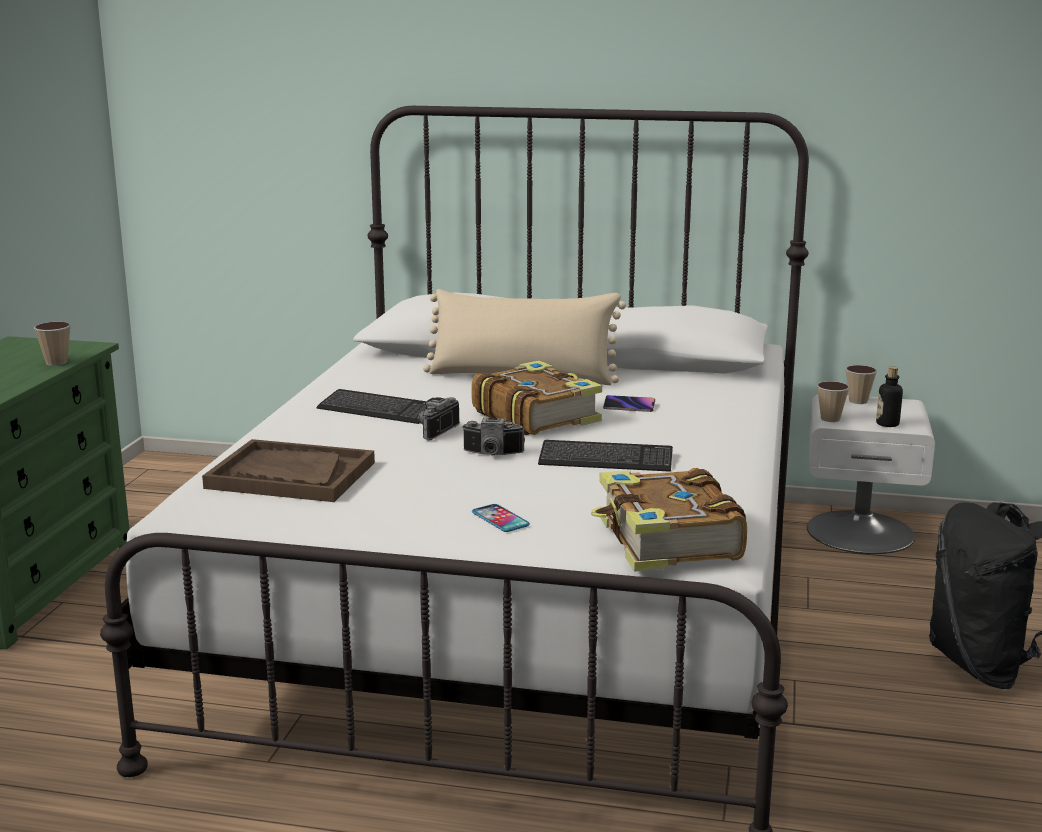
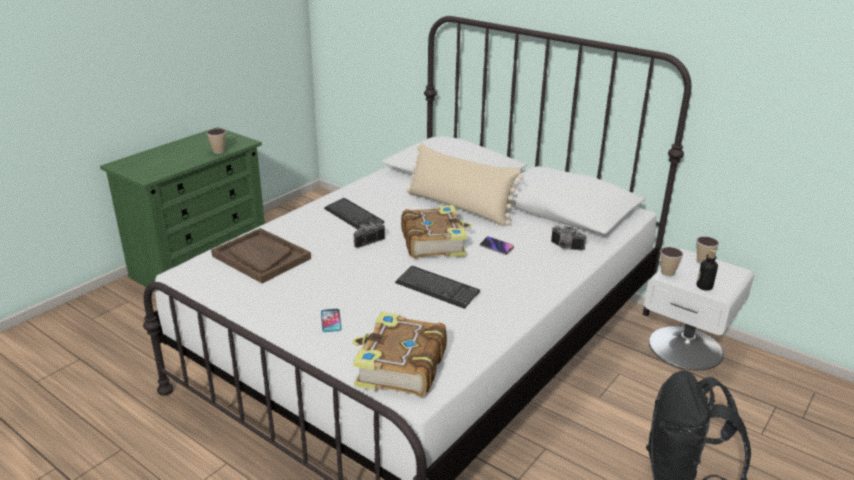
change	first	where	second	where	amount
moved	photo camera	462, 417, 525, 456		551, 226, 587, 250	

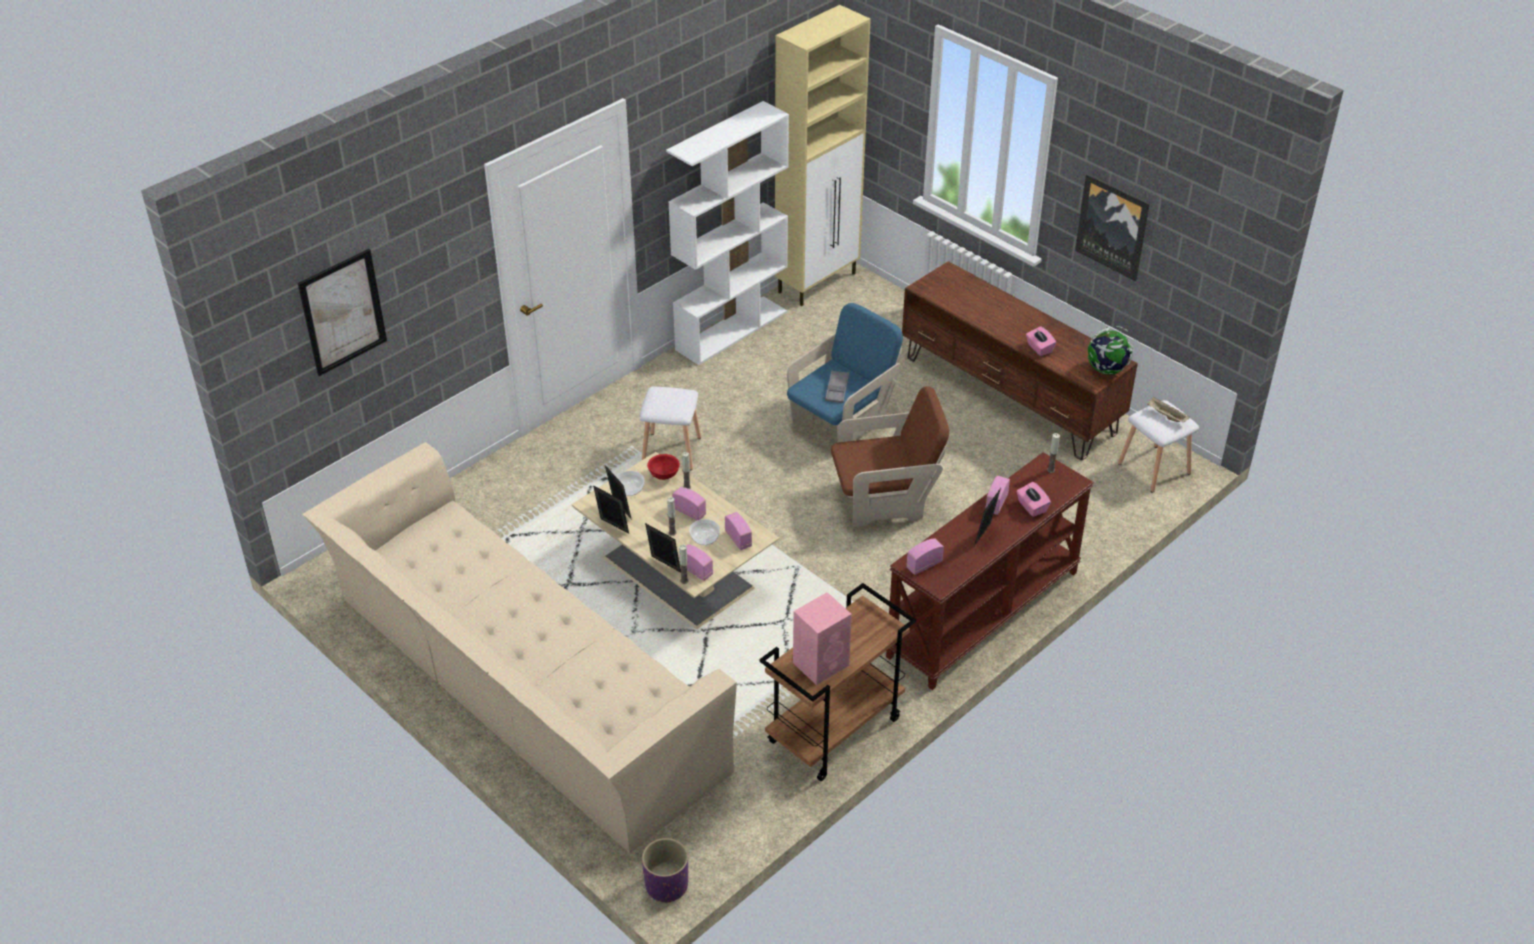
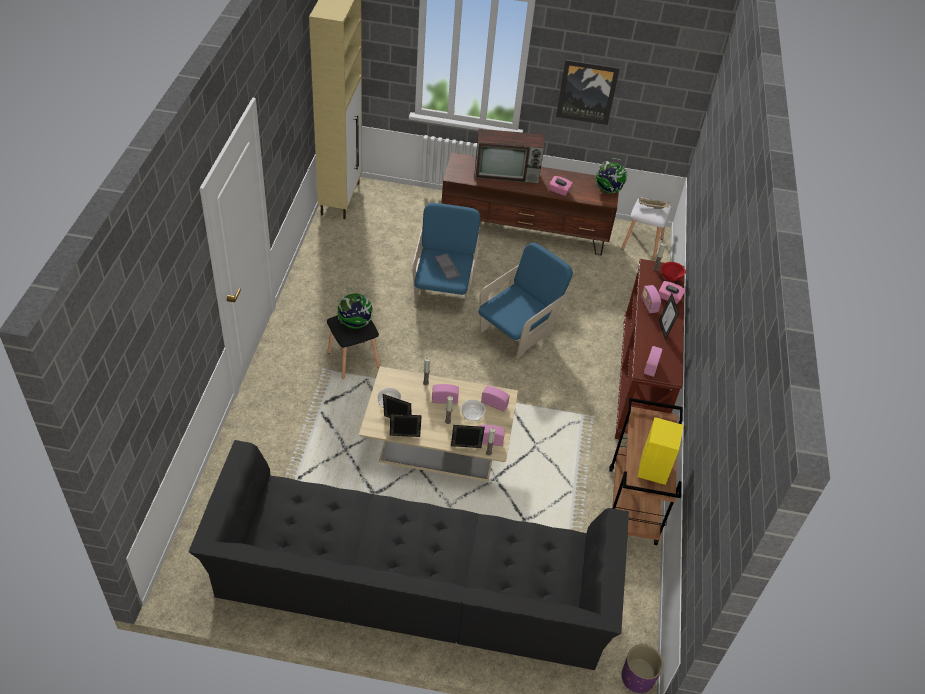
change	first	where	second	where	amount
recoloured	beige sofa	302, 442, 737, 853	black sofa	189, 440, 629, 670	
recoloured	white stool	640, 386, 701, 470	black stool	327, 315, 380, 379	
added			globe	337, 288, 374, 329	
added			television	474, 129, 544, 183	
recoloured	brown armchair	831, 386, 949, 527	blue armchair	478, 243, 573, 359	
recoloured	pink speaker	793, 592, 852, 685	yellow speaker	637, 417, 684, 485	
moved	red bowl	647, 454, 680, 480		661, 262, 686, 281	
removed	picture	298, 249, 387, 376			
removed	white bookcase	666, 101, 789, 365			

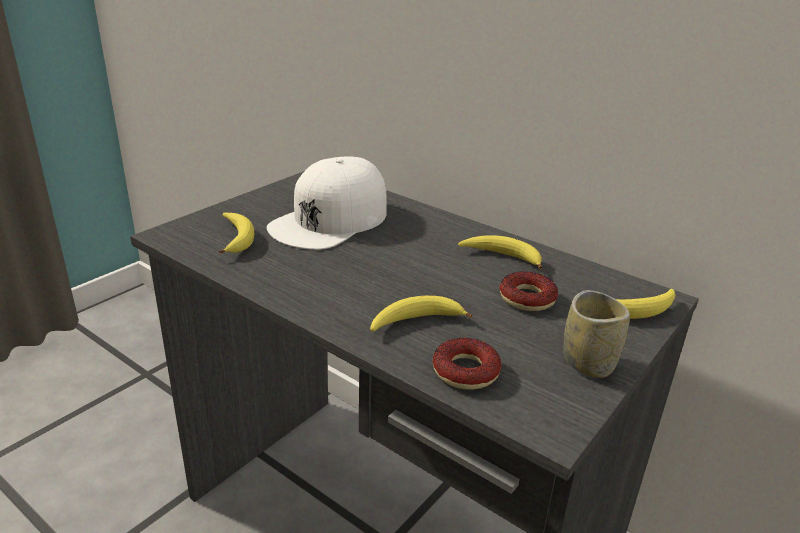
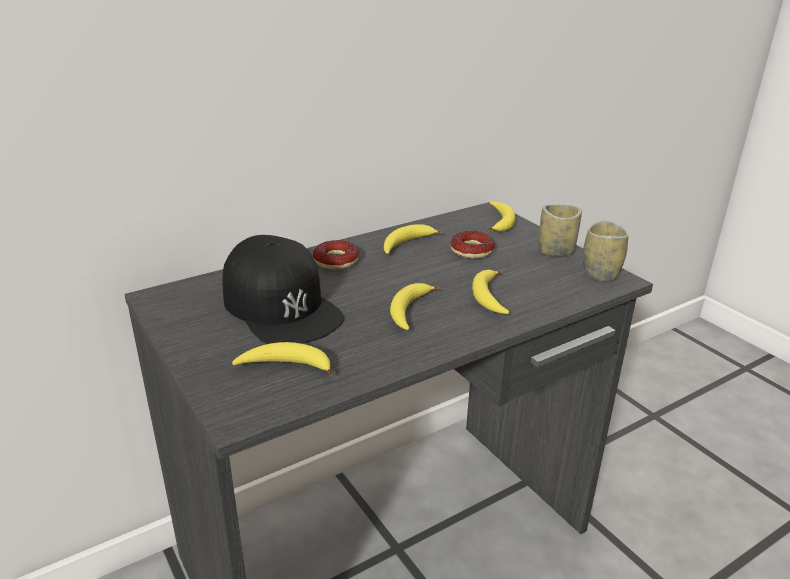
change	first	where	second	where	amount
recoloured	white cap	267, 156, 387, 250	black cap	222, 235, 344, 344	
moved	donut	433, 338, 501, 390		313, 240, 359, 270	
added			banana	390, 283, 439, 330	
added			cup	583, 221, 628, 282	

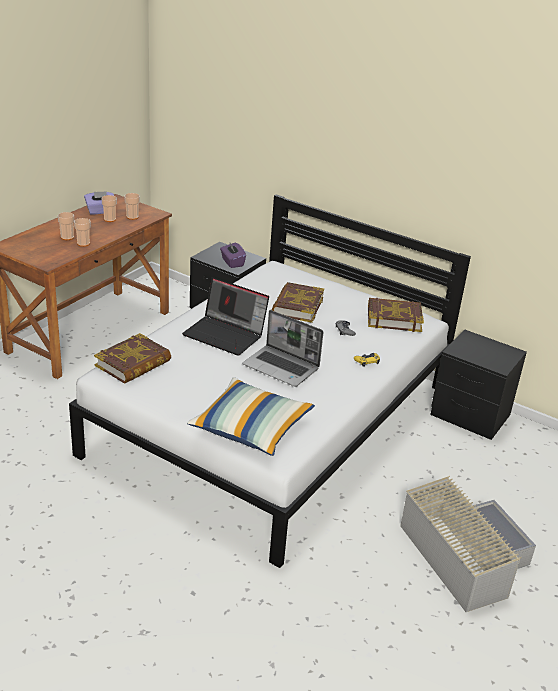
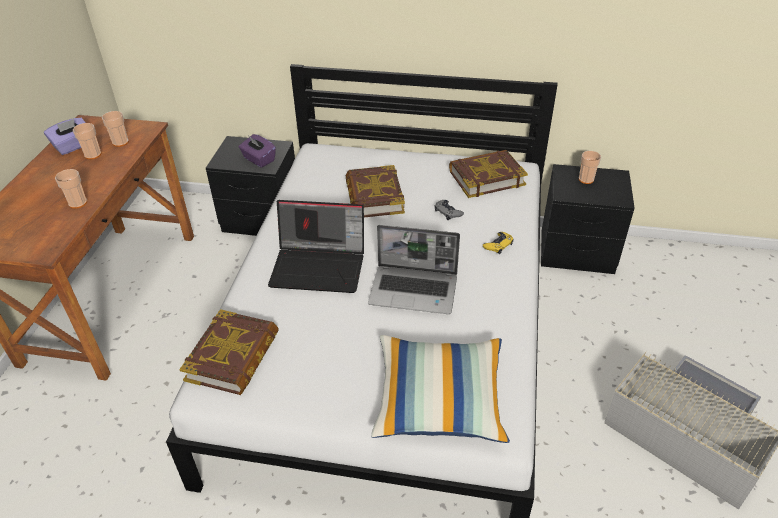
change	first	where	second	where	amount
moved	cup	58, 212, 74, 240		579, 151, 601, 184	

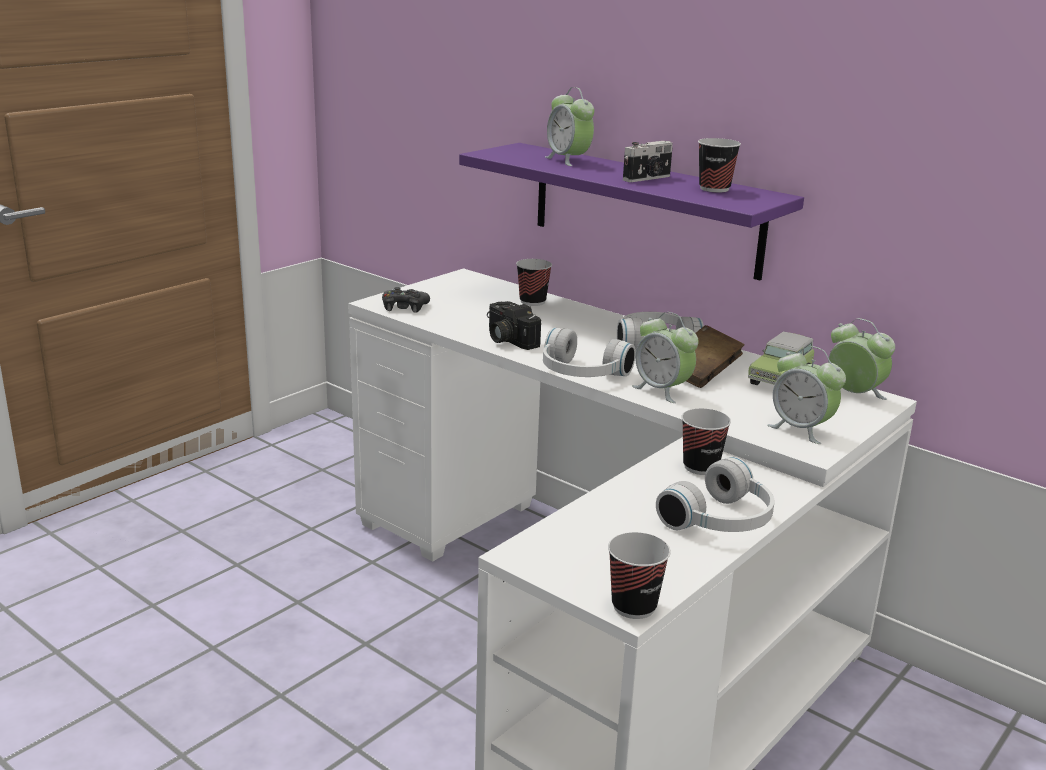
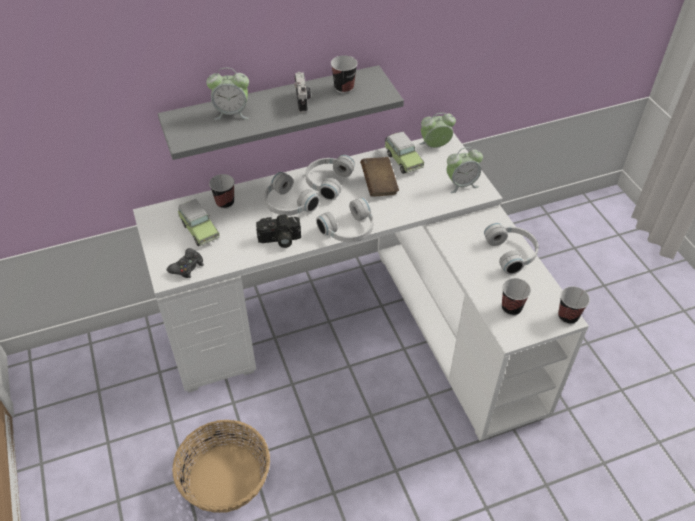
change	first	where	second	where	amount
recoloured	purple shelf	459, 143, 804, 280	grey shelf	158, 65, 404, 160	
added			basket	172, 420, 270, 513	
added			toy car	178, 199, 220, 246	
added			white headphones	264, 172, 320, 216	
moved	cup	681, 408, 731, 475		502, 278, 531, 316	
removed	alarm clock	632, 312, 699, 403			

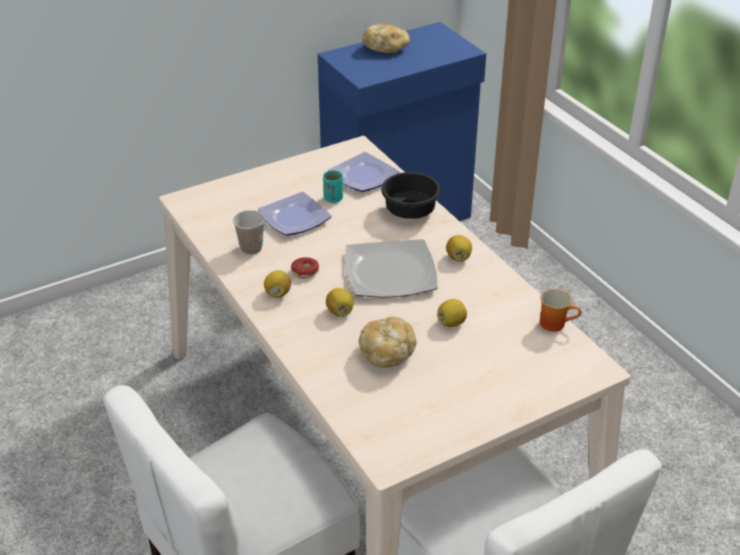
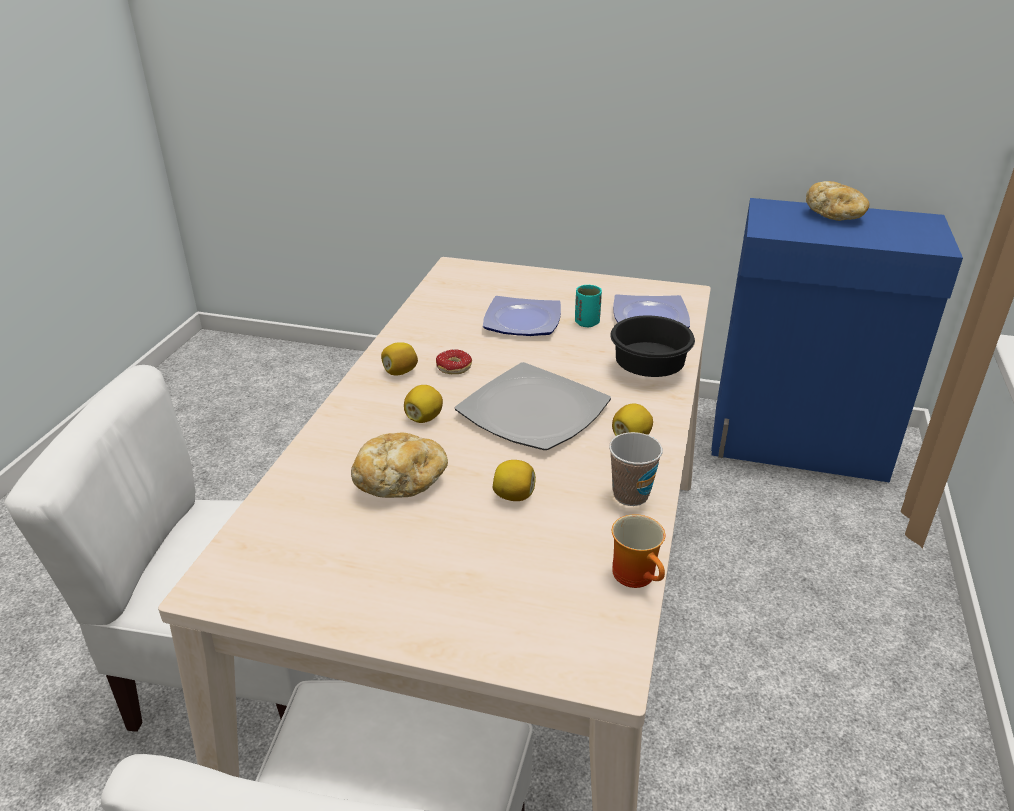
change	first	where	second	where	amount
moved	cup	233, 210, 265, 255		609, 432, 663, 506	

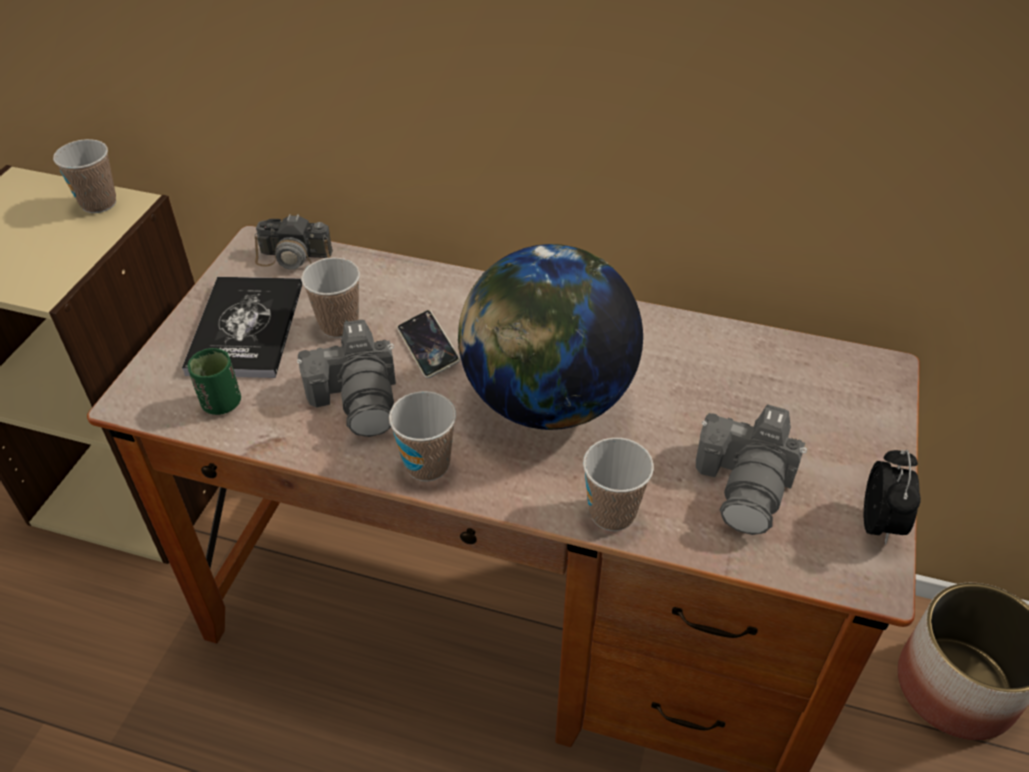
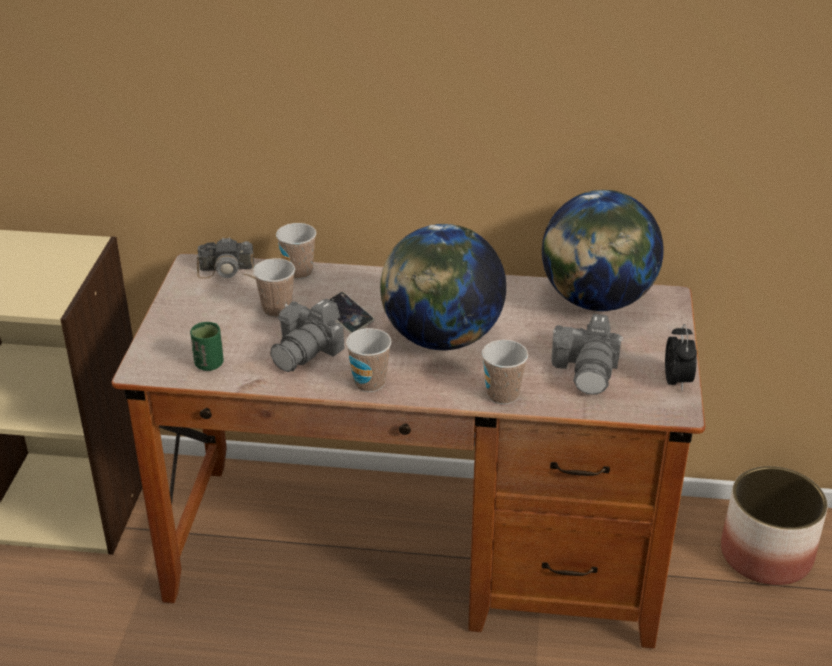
change	first	where	second	where	amount
turned	photo camera	297, 320, 396, 437		270, 299, 345, 372	60 degrees clockwise
moved	cup	53, 139, 116, 213		276, 223, 316, 279	
added			globe	542, 190, 664, 311	
removed	book	182, 277, 302, 378			

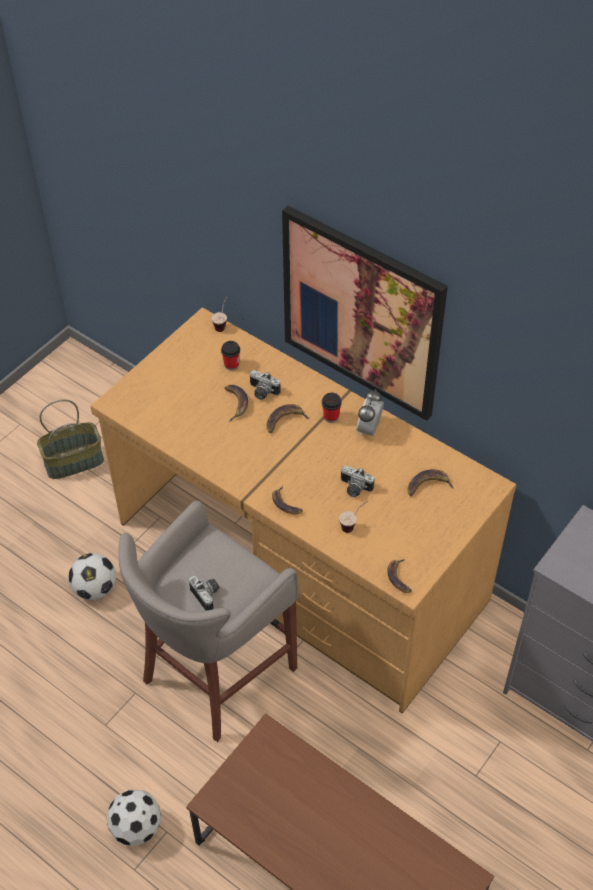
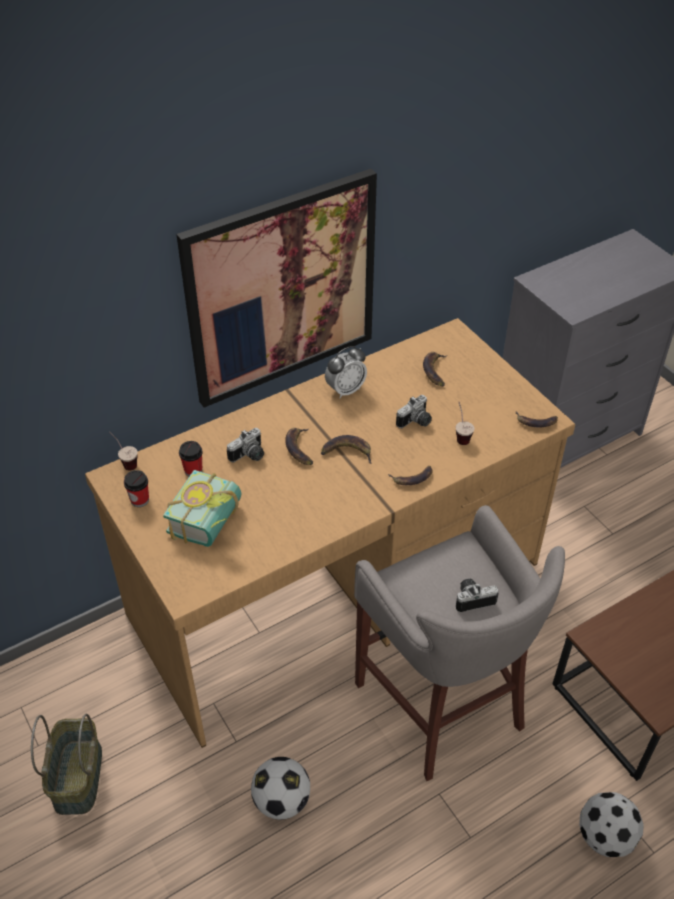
change	first	where	second	where	amount
moved	cup	322, 393, 342, 423		124, 470, 149, 507	
added			book	163, 470, 242, 547	
moved	banana	224, 385, 248, 421		321, 435, 371, 464	
turned	alarm clock	356, 389, 384, 436		325, 346, 367, 398	75 degrees counterclockwise

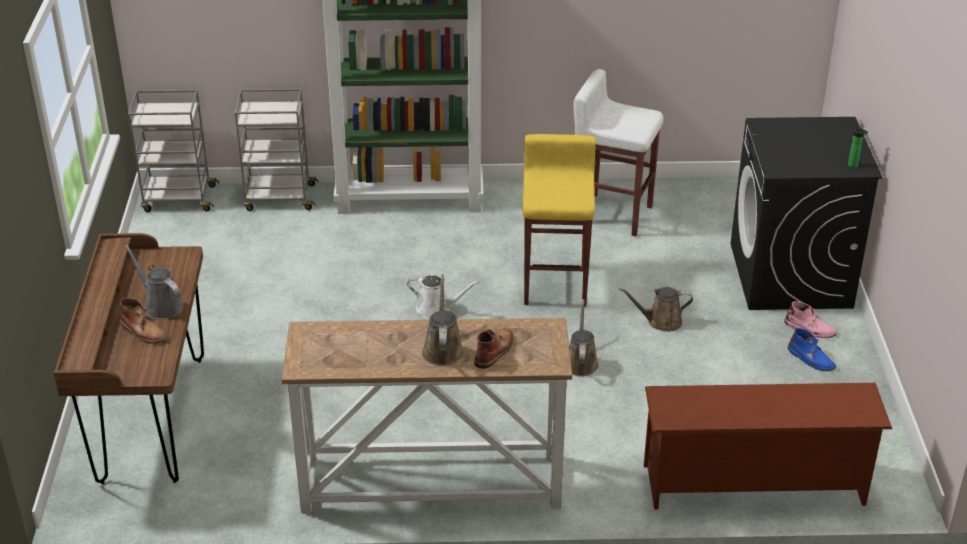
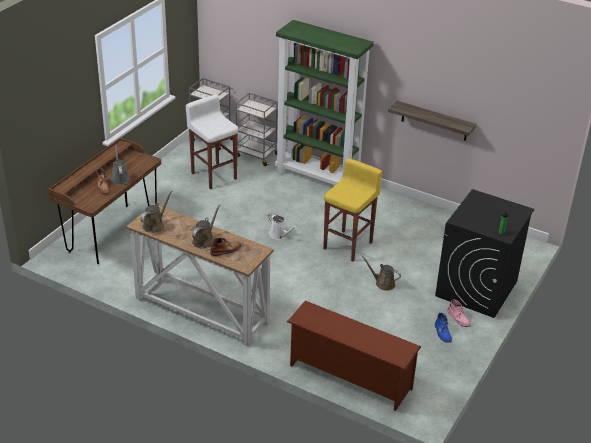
change	first	where	second	where	amount
moved	brown watering can	569, 299, 598, 377		140, 191, 173, 233	
moved	white stool	573, 69, 664, 237		186, 95, 239, 189	
added			shelf	388, 100, 476, 141	

